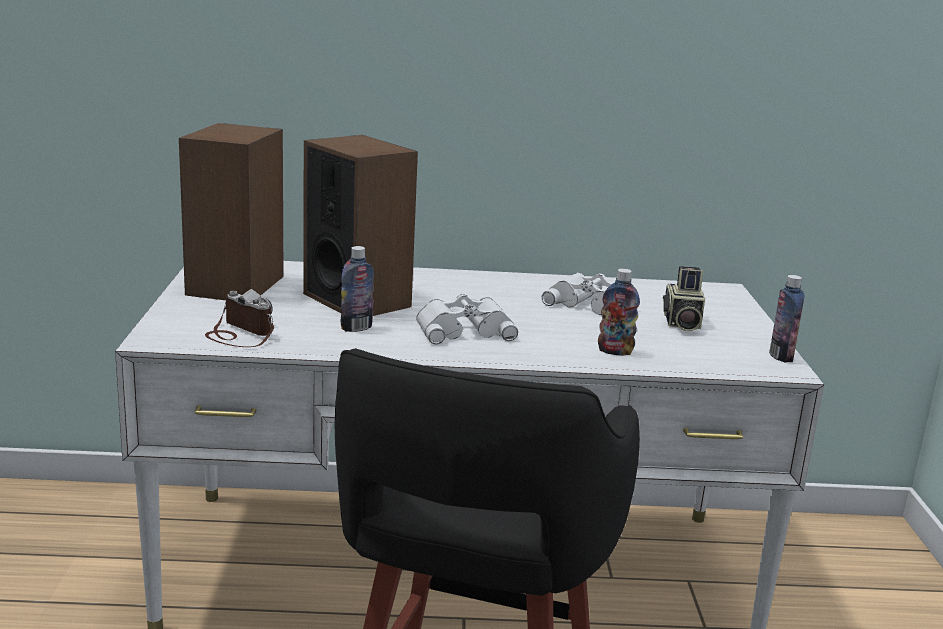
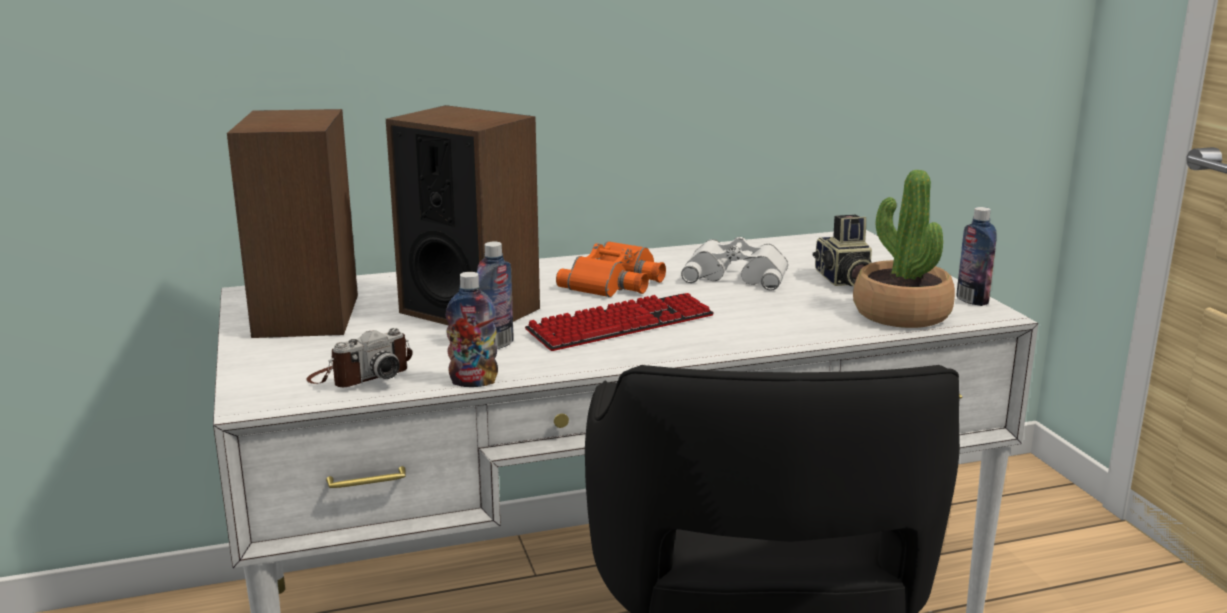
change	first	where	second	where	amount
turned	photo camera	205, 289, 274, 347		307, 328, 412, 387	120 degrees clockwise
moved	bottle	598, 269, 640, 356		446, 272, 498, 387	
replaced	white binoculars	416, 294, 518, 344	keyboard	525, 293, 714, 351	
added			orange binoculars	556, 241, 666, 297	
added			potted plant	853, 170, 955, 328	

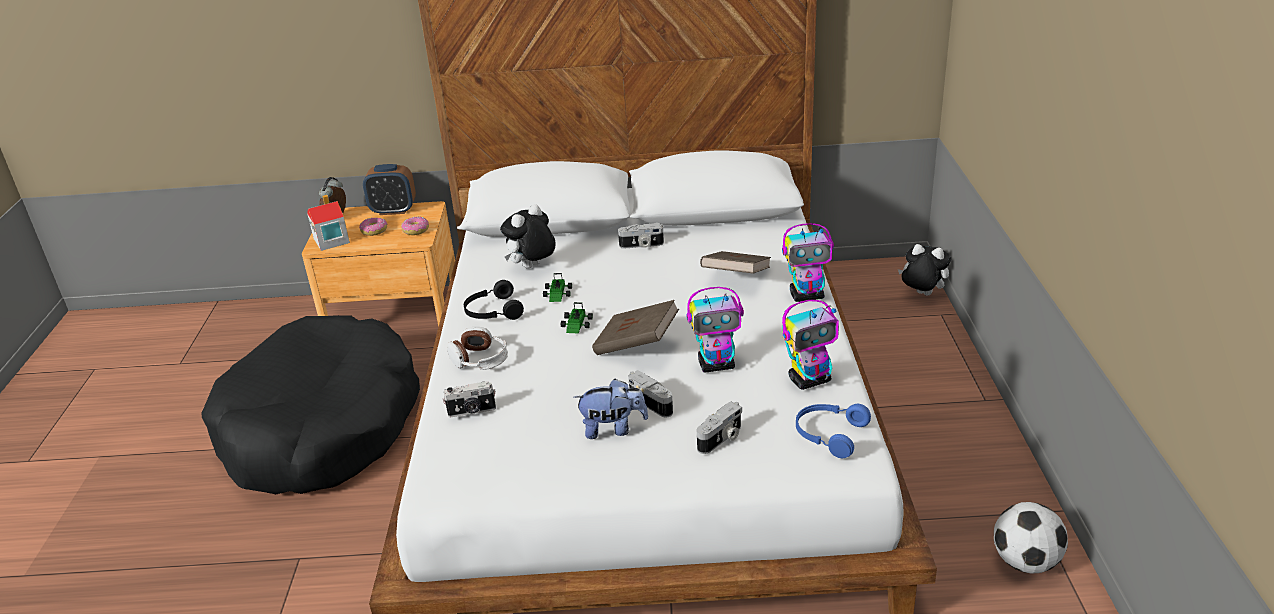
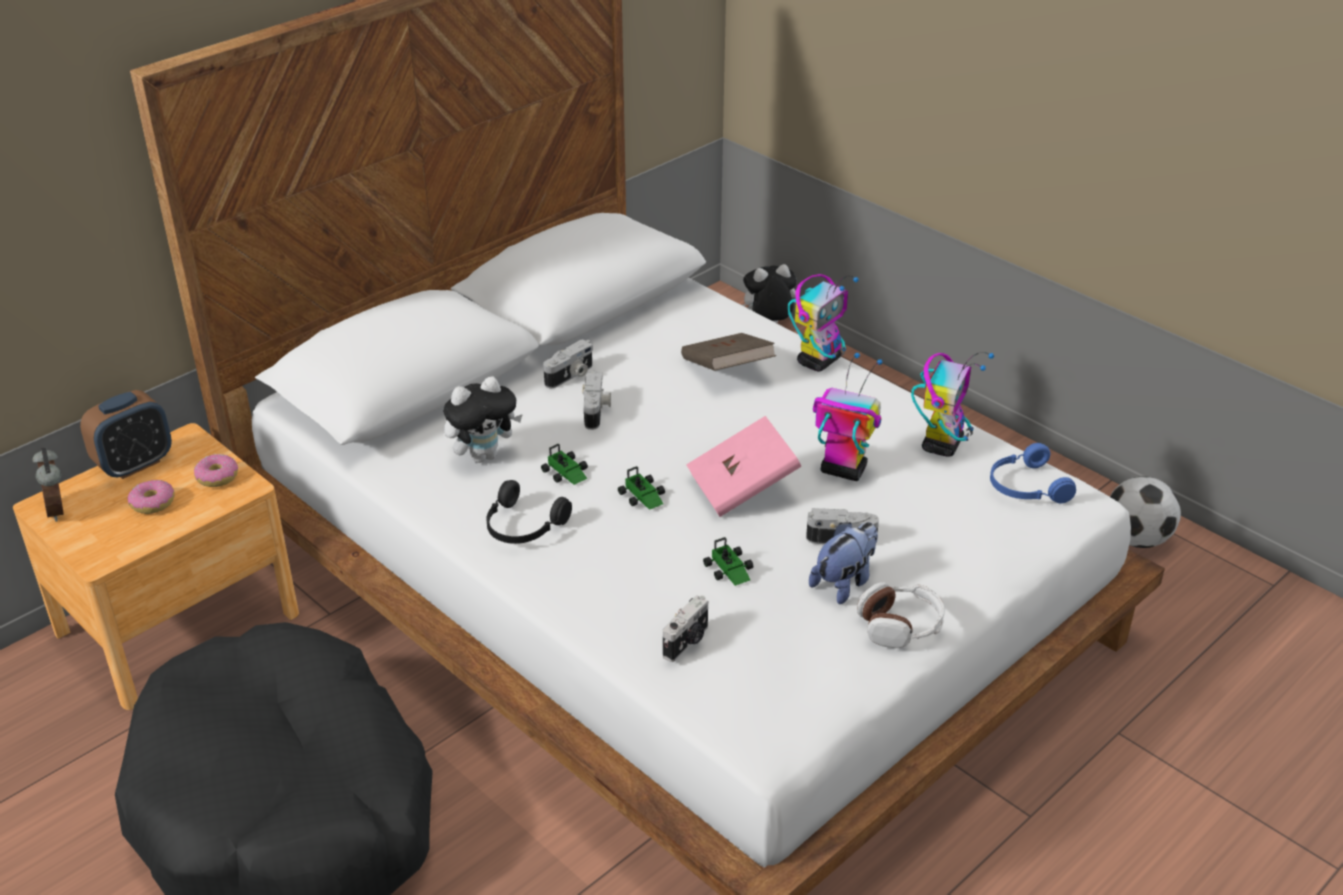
change	first	where	second	where	amount
turned	plush toy	500, 204, 556, 269		443, 376, 523, 463	120 degrees counterclockwise
moved	photo camera	697, 402, 742, 454		582, 370, 611, 430	
recoloured	brown book	592, 300, 679, 355	pink book	686, 416, 801, 517	
added			toy car	703, 537, 753, 586	
turned	toy robot	687, 287, 744, 373		813, 353, 883, 481	105 degrees counterclockwise
moved	headphones	447, 327, 508, 370		857, 582, 945, 648	
removed	toy house	307, 195, 350, 251			

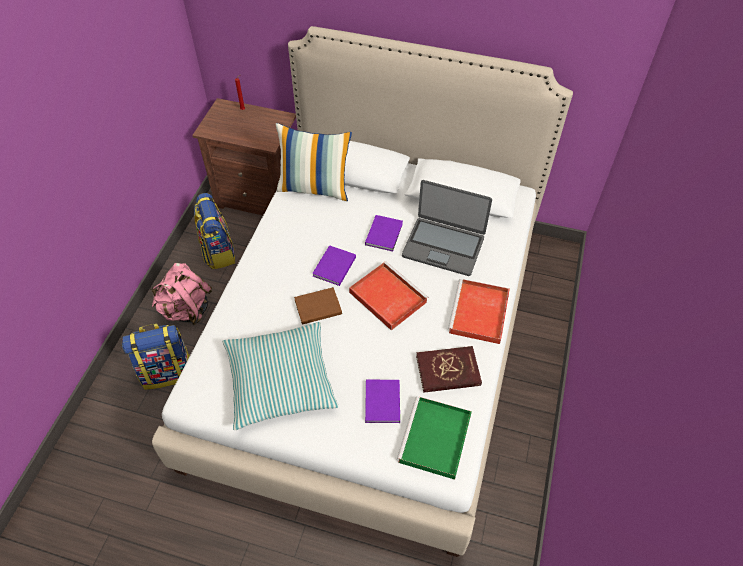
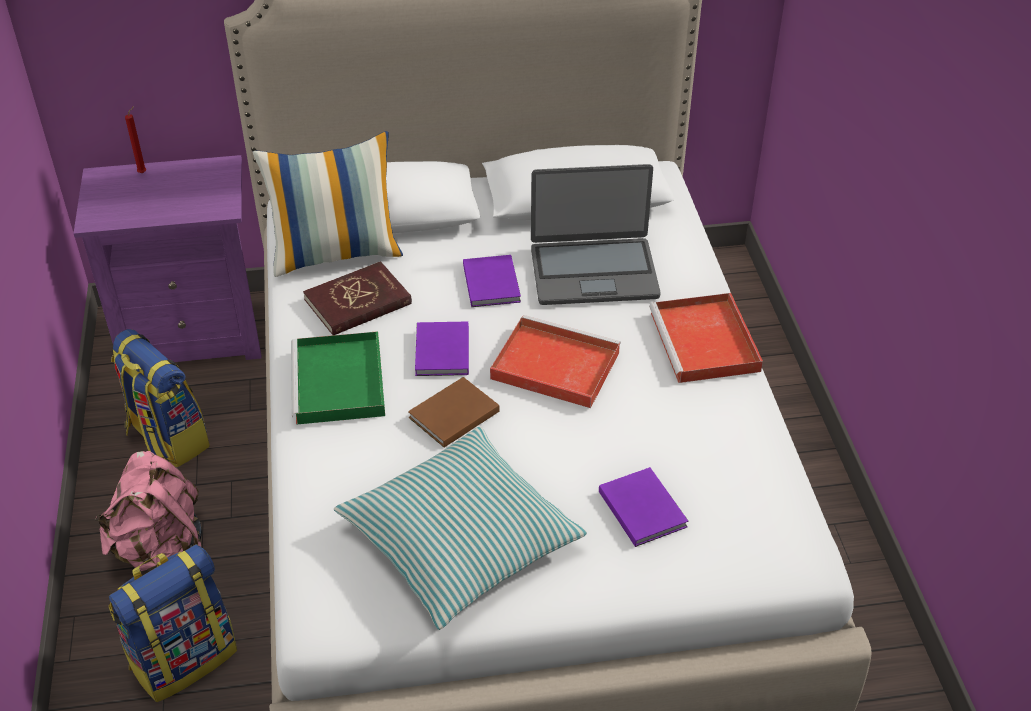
change	first	where	second	where	amount
recoloured	brown nightstand	192, 98, 296, 215	purple nightstand	73, 155, 262, 362	
moved	green tray	397, 396, 472, 480		291, 331, 385, 425	
moved	red book	416, 346, 482, 393		303, 261, 412, 335	

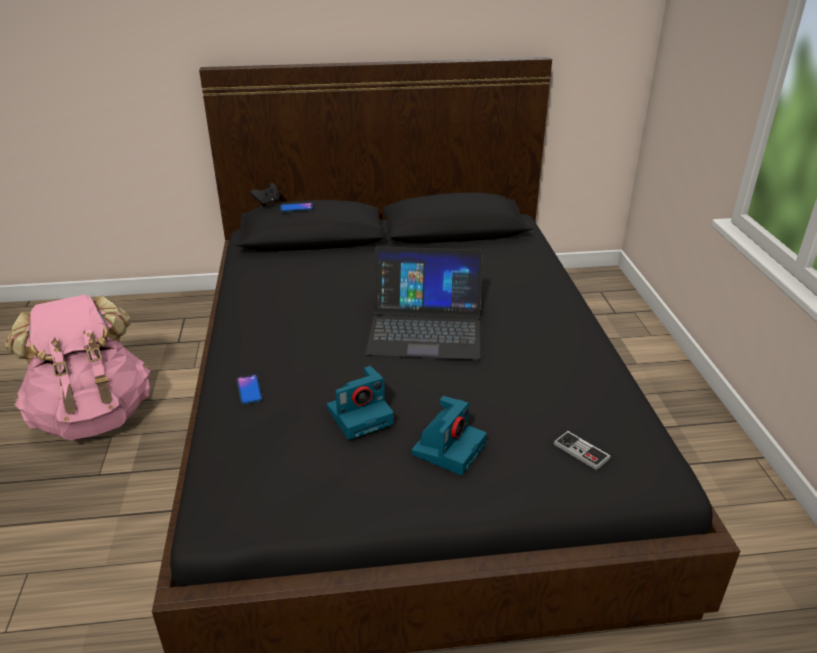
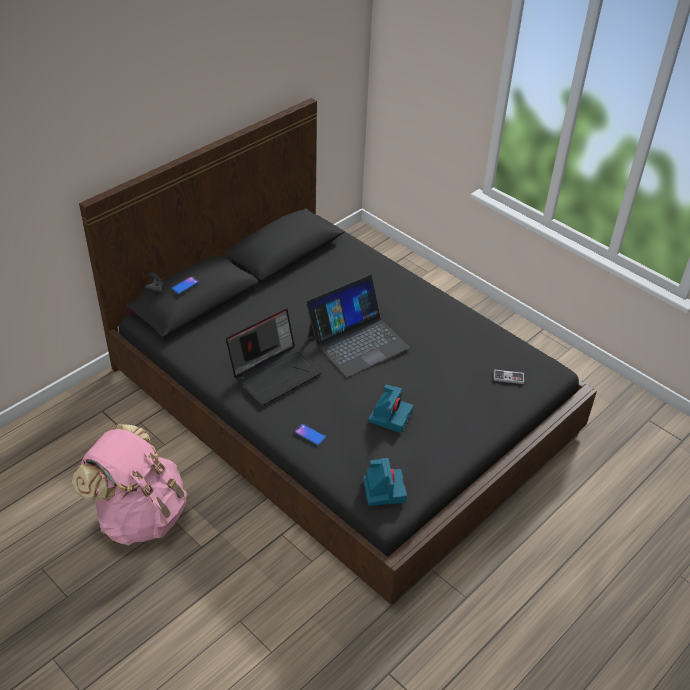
change	first	where	second	where	amount
added			laptop	226, 309, 322, 405	
moved	photo camera	412, 396, 487, 475		363, 458, 407, 506	

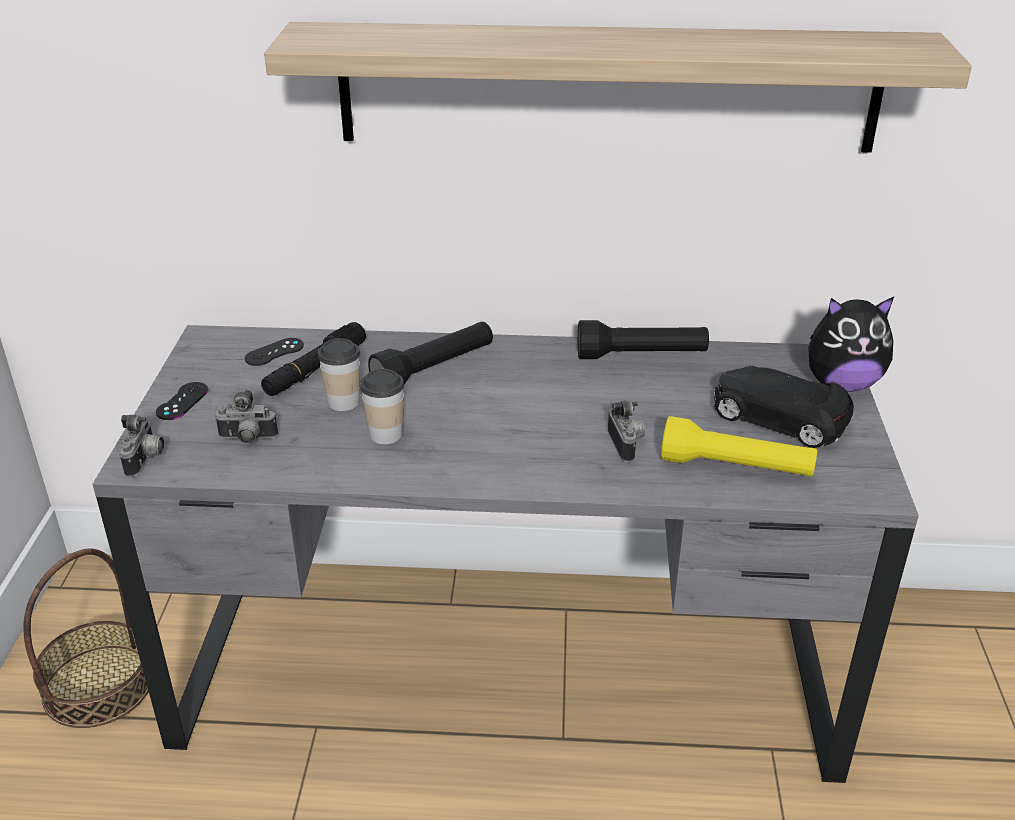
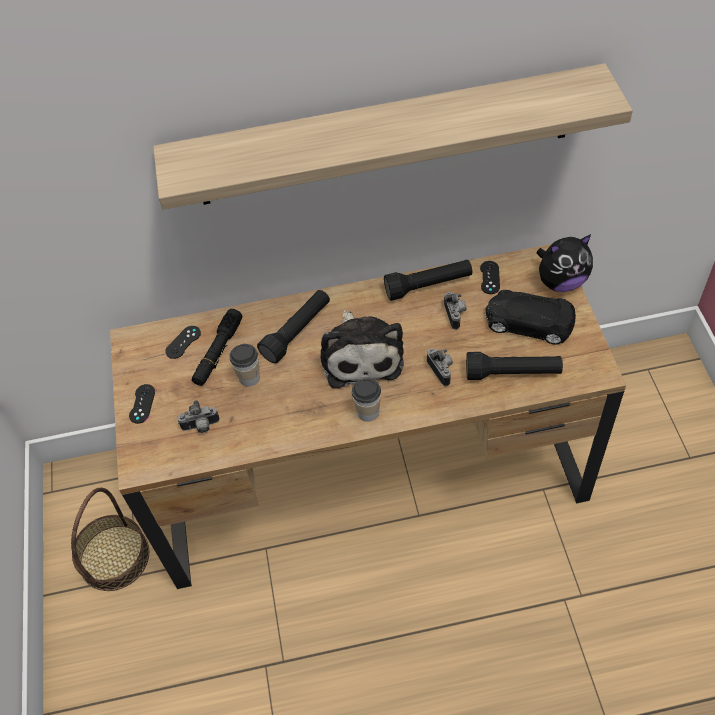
change	first	where	second	where	amount
recoloured	grey desk	92, 325, 919, 783	brown desk	110, 244, 626, 589	
added			plush toy	321, 310, 404, 389	
moved	cup	360, 369, 404, 444		352, 378, 381, 422	
moved	photo camera	120, 415, 164, 477		444, 292, 467, 330	
recoloured	yellow flashlight	661, 416, 817, 476	black flashlight	466, 352, 563, 380	
added			black game controller	480, 261, 500, 294	

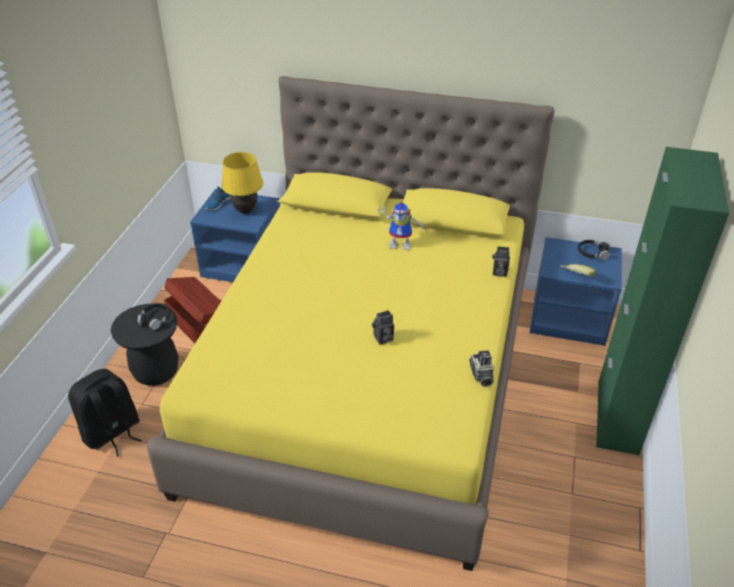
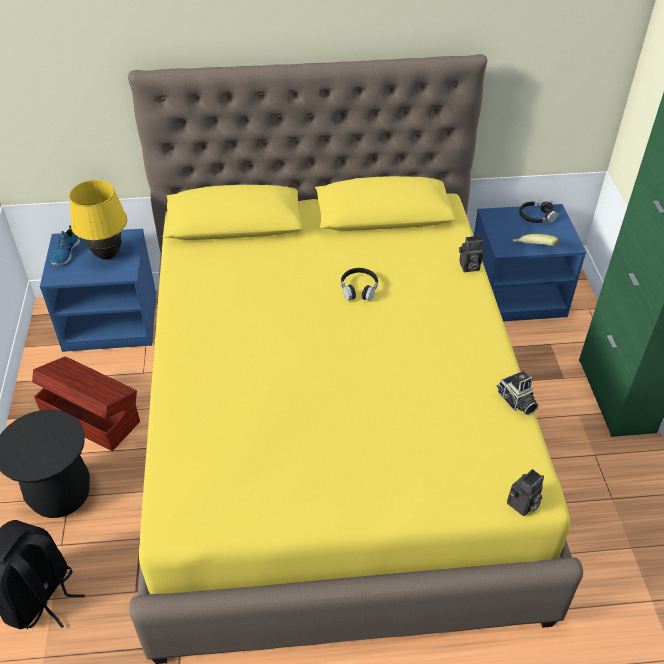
change	first	where	second	where	amount
moved	black headphones	138, 303, 171, 330		341, 268, 378, 301	
moved	photo camera	372, 310, 394, 344		507, 469, 544, 516	
removed	toy robot	377, 202, 428, 250			

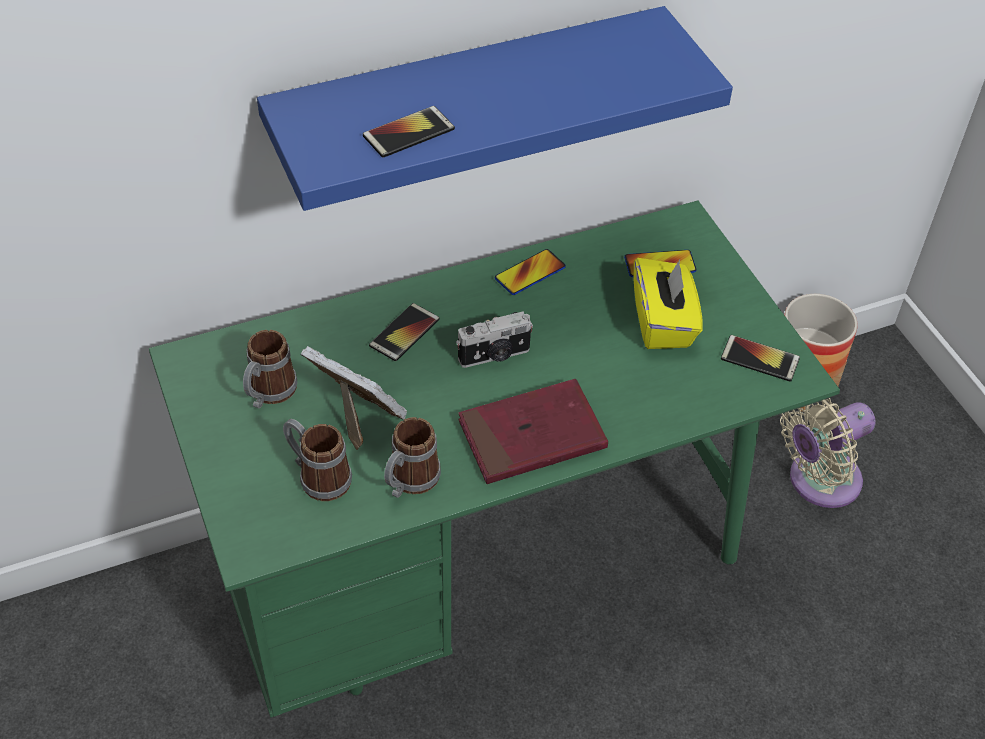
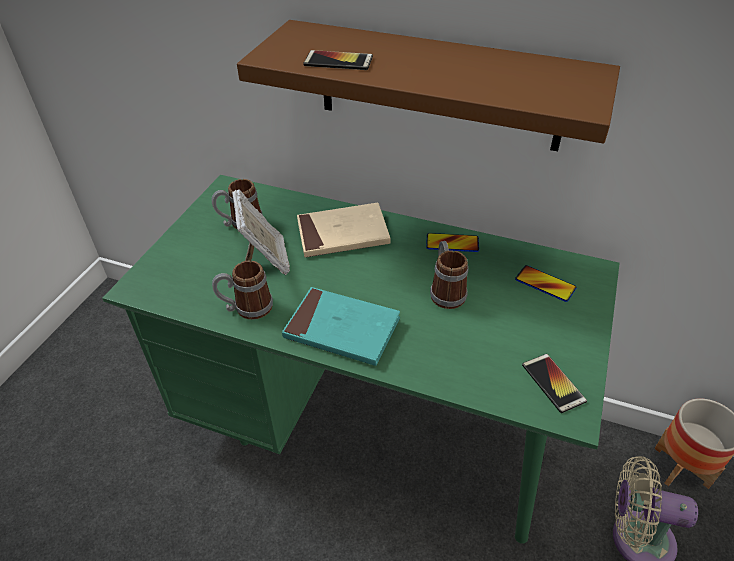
change	first	where	second	where	amount
recoloured	blue shelf	257, 6, 733, 211	brown shelf	237, 20, 620, 151	
recoloured	red book	458, 379, 608, 484	turquoise book	282, 287, 400, 366	
replaced	phone	369, 303, 439, 361	beige book	297, 203, 391, 257	
moved	mug	283, 419, 352, 501		430, 241, 468, 309	
removed	photo camera	456, 311, 533, 368			
removed	yellow tissue box	634, 258, 703, 349			

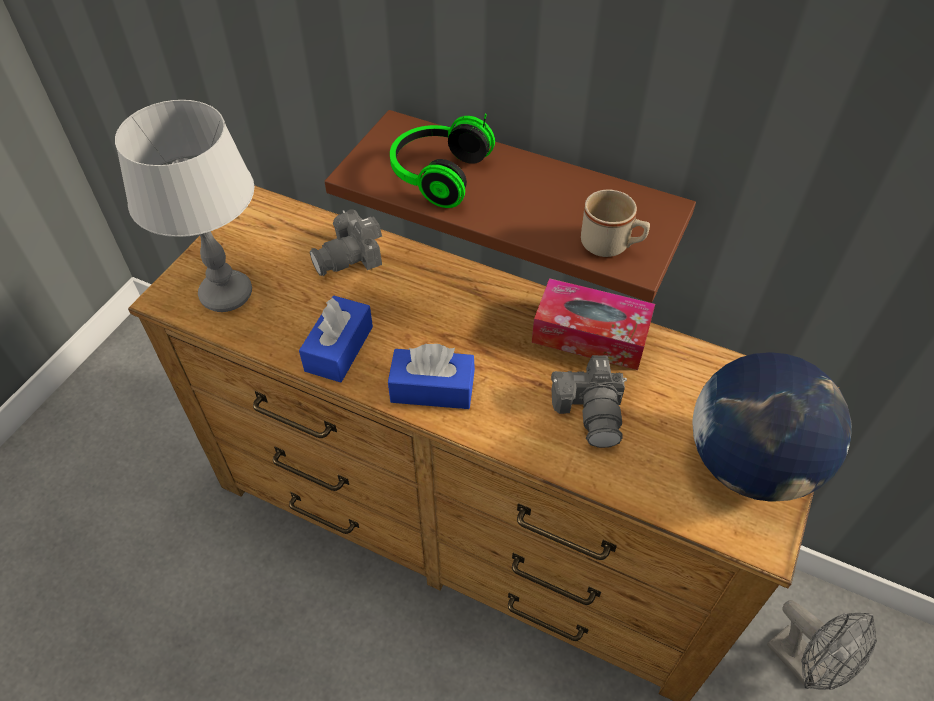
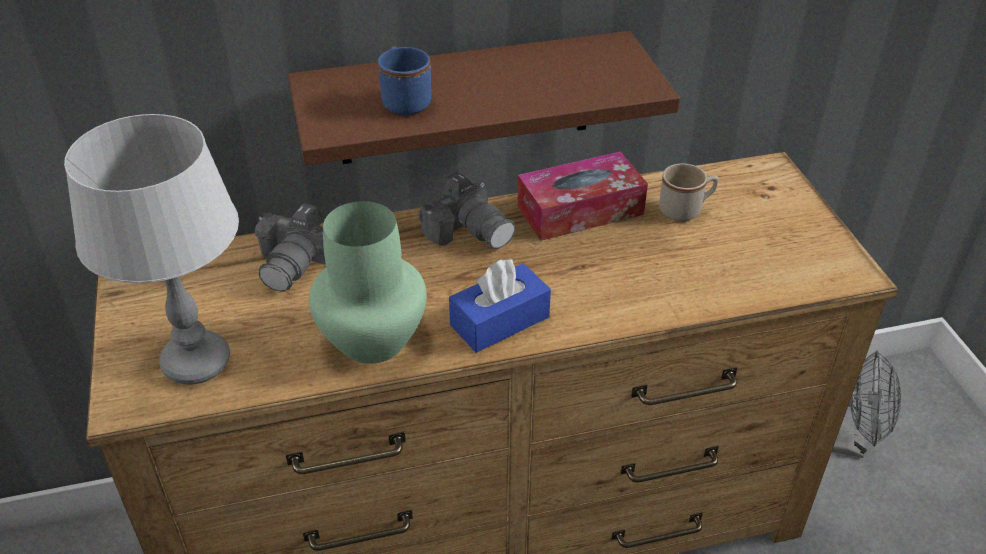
change	first	where	second	where	amount
replaced	blue tissue box	299, 296, 373, 382	green vase	309, 201, 427, 364	
replaced	headphones	390, 113, 495, 208	blue mug	378, 46, 431, 115	
moved	photo camera	551, 355, 627, 448		418, 172, 515, 249	
moved	beige mug	581, 190, 650, 257		659, 163, 718, 221	
removed	globe	692, 352, 852, 502			

